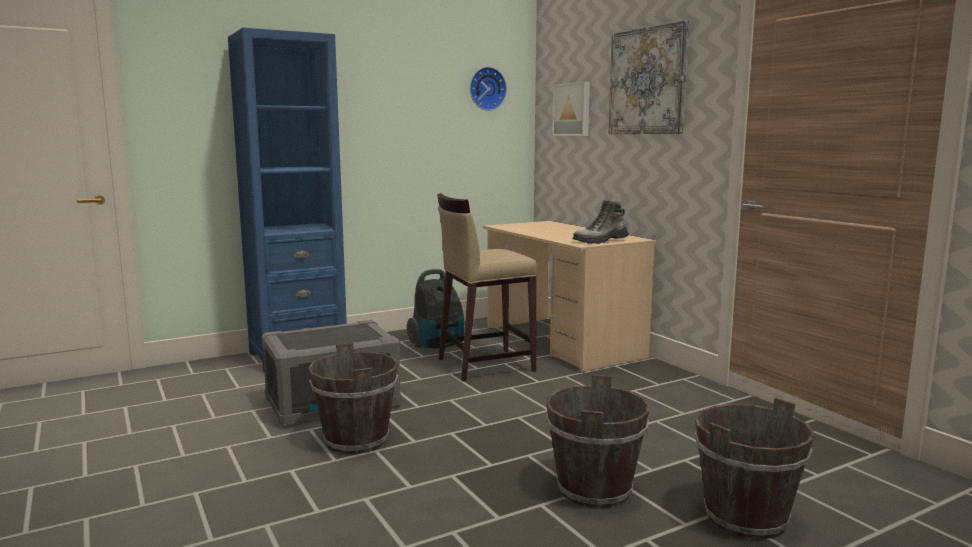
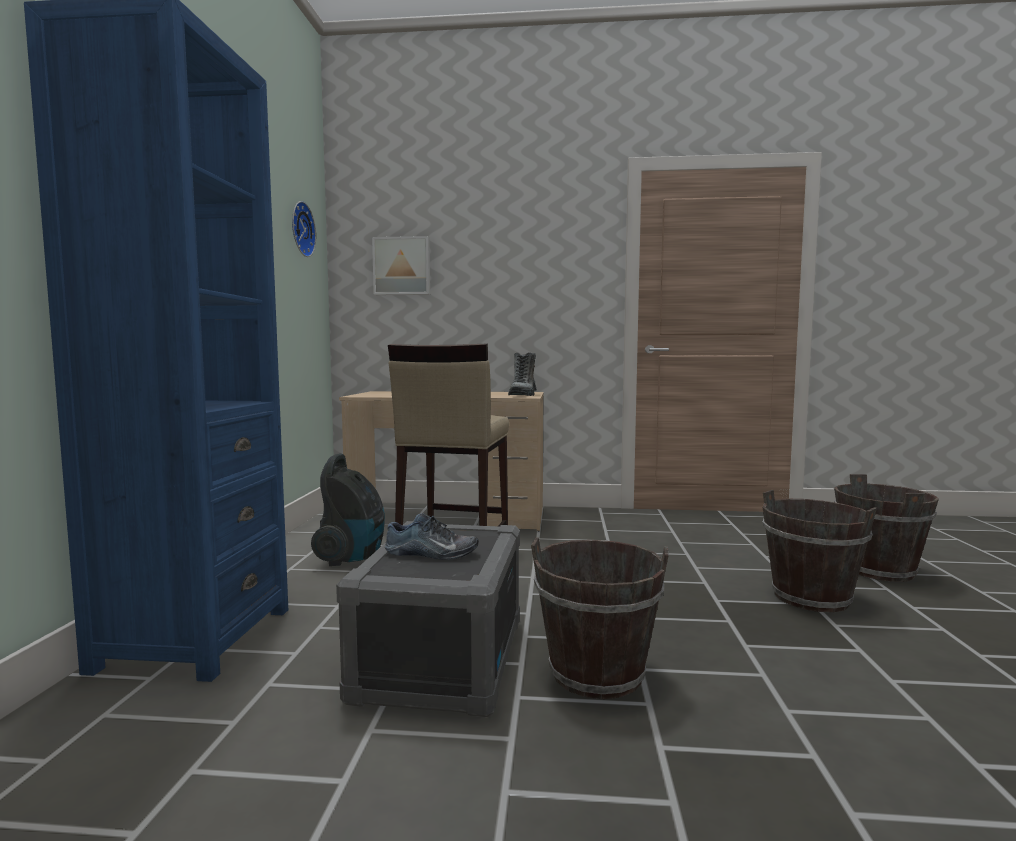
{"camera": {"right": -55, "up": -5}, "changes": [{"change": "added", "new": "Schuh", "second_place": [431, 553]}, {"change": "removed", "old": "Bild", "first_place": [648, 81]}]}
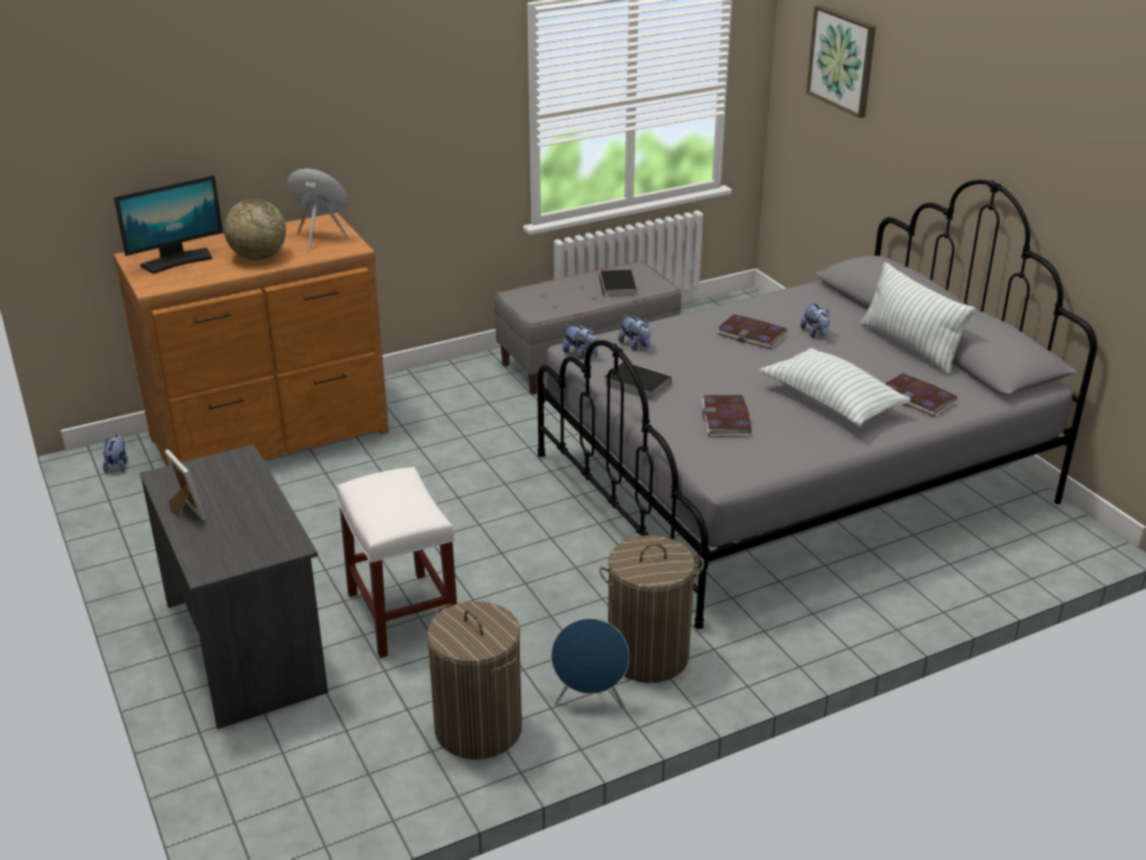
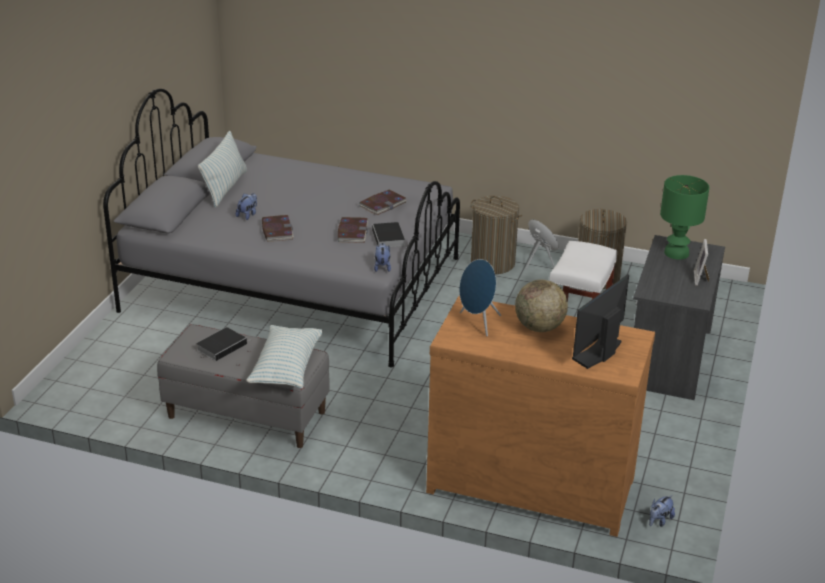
{"camera": {"right": -135, "up": 0}, "changes": [{"change": "moved", "old": "Kissen", "first_place": [831, 402], "second_place": [286, 367]}, {"change": "moved", "old": "Buch", "first_place": [917, 398], "second_place": [352, 232]}, {"change": "turned", "old": "Monitor", "first_place": [177, 261], "second_place": [598, 353], "degrees": -60}, {"change": "added", "new": "Tischlampe/grün", "second_place": [676, 253]}, {"change": "removed", "old": "Plüschtier", "first_place": [635, 346]}, {"change": "removed", "old": "Bild", "first_place": [842, 60]}]}
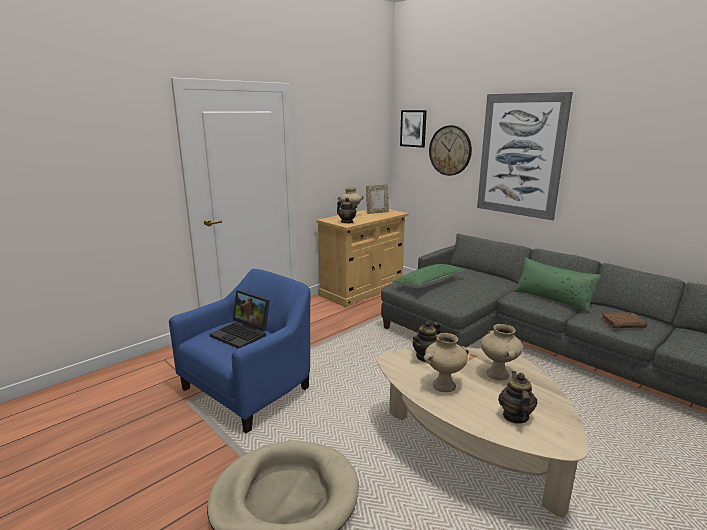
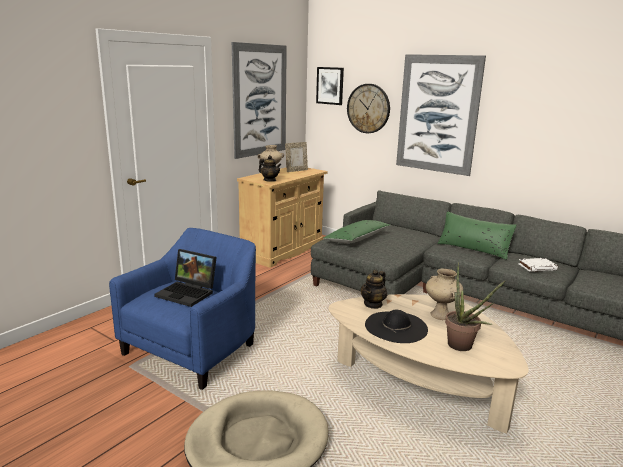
{"camera": {"right": -10, "up": 0}, "changes": [{"change": "added", "new": "Bild", "second_place": [260, 100]}, {"change": "replaced", "old": "Vase/beige", "new": "Hut/schwarz", "first_place": [444, 385], "second_place": [396, 327]}, {"change": "replaced", "old": "Teekanne", "new": "Topfpflanze", "first_place": [515, 416], "second_place": [463, 347]}, {"change": "recoloured", "old": "Buch/braun", "new": "Buch/weiß", "first_place": [622, 323], "second_place": [537, 267]}]}
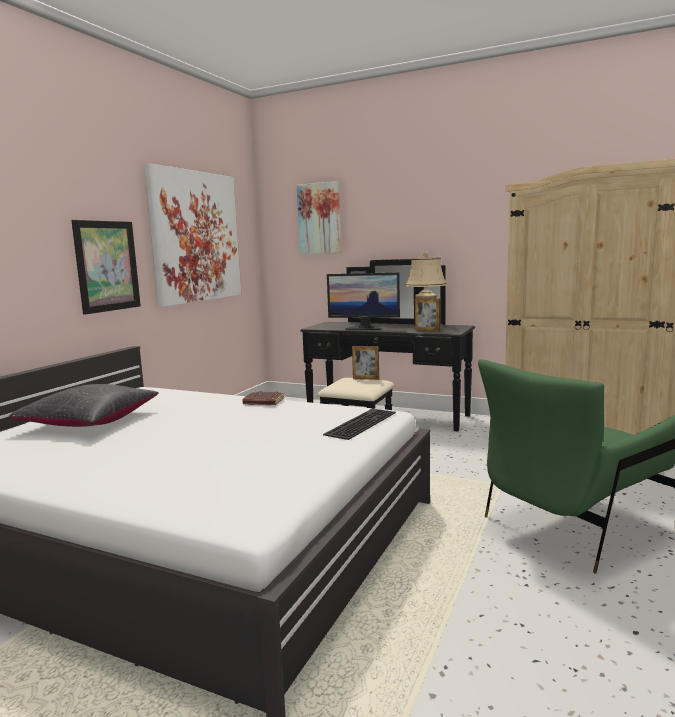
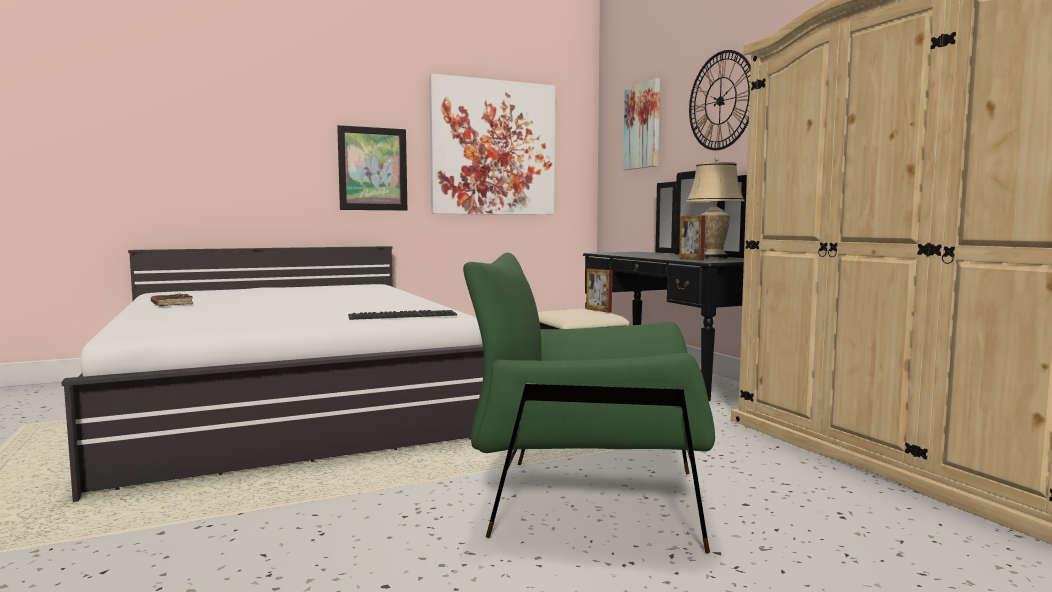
{"camera": {"right": 40, "up": -5}, "changes": [{"change": "moved", "old": "Buch/braun", "first_place": [263, 402], "second_place": [171, 304]}, {"change": "added", "new": "Wanduhr", "second_place": [720, 101]}, {"change": "removed", "old": "Kissen/schwarz", "first_place": [90, 421]}, {"change": "removed", "old": "Monitor", "first_place": [364, 328]}]}
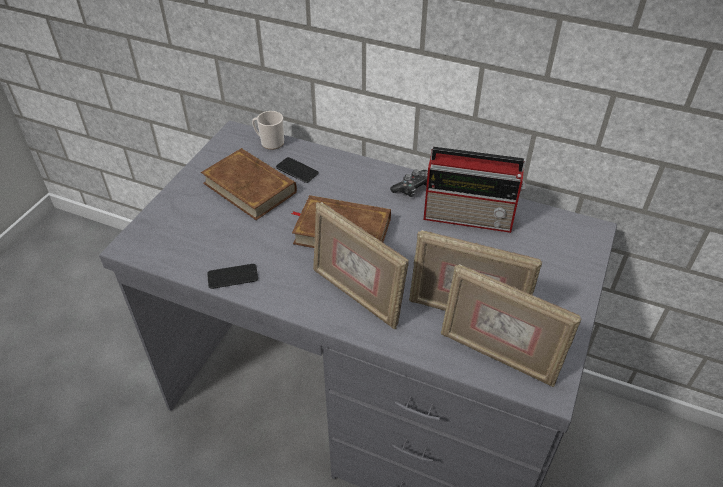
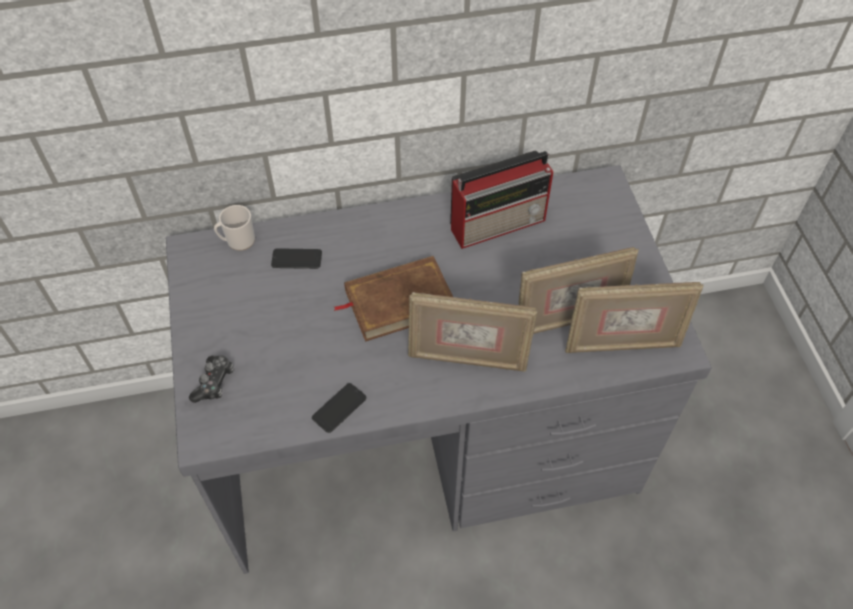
{"camera": {"right": -35, "up": 10}, "changes": [{"change": "moved", "old": "Gamepad", "first_place": [413, 188], "second_place": [214, 382]}, {"change": "removed", "old": "Buch/braun", "first_place": [250, 187]}]}
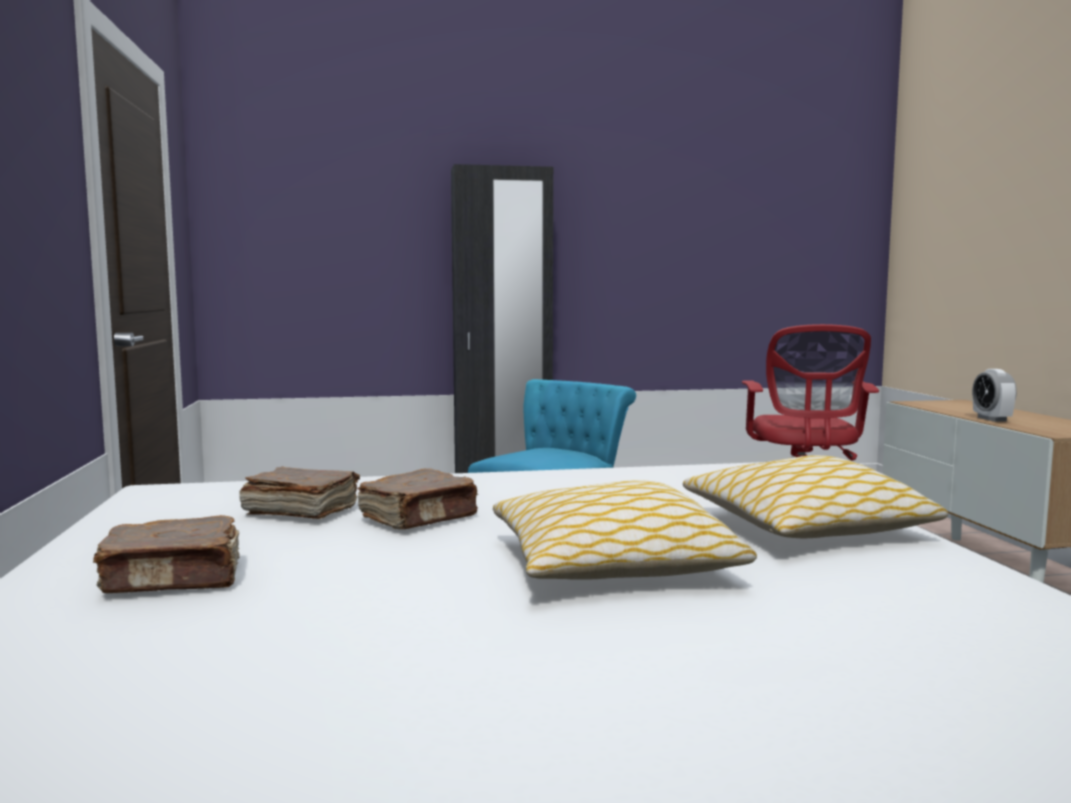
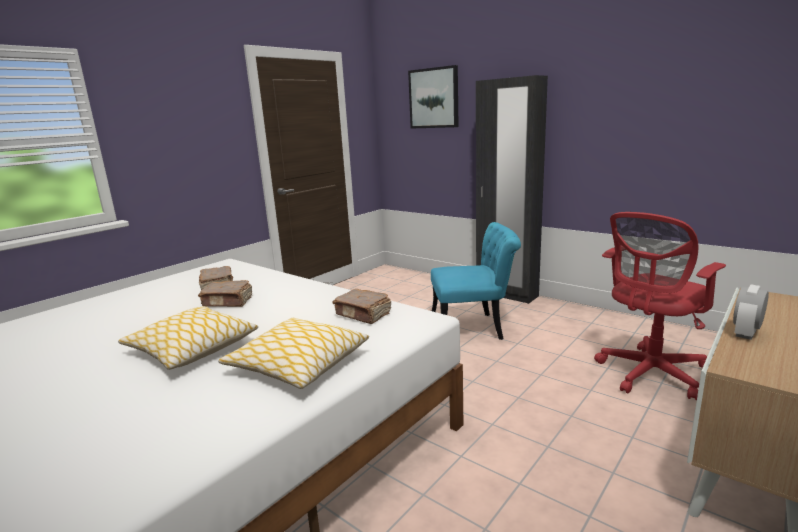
{"camera": {"right": 50, "up": 10}, "changes": [{"change": "moved", "old": "Buch/braun", "first_place": [175, 580], "second_place": [363, 315]}, {"change": "added", "new": "Bild", "second_place": [434, 98]}]}
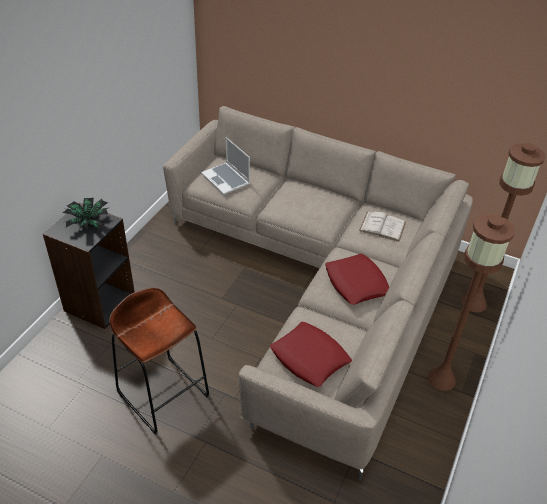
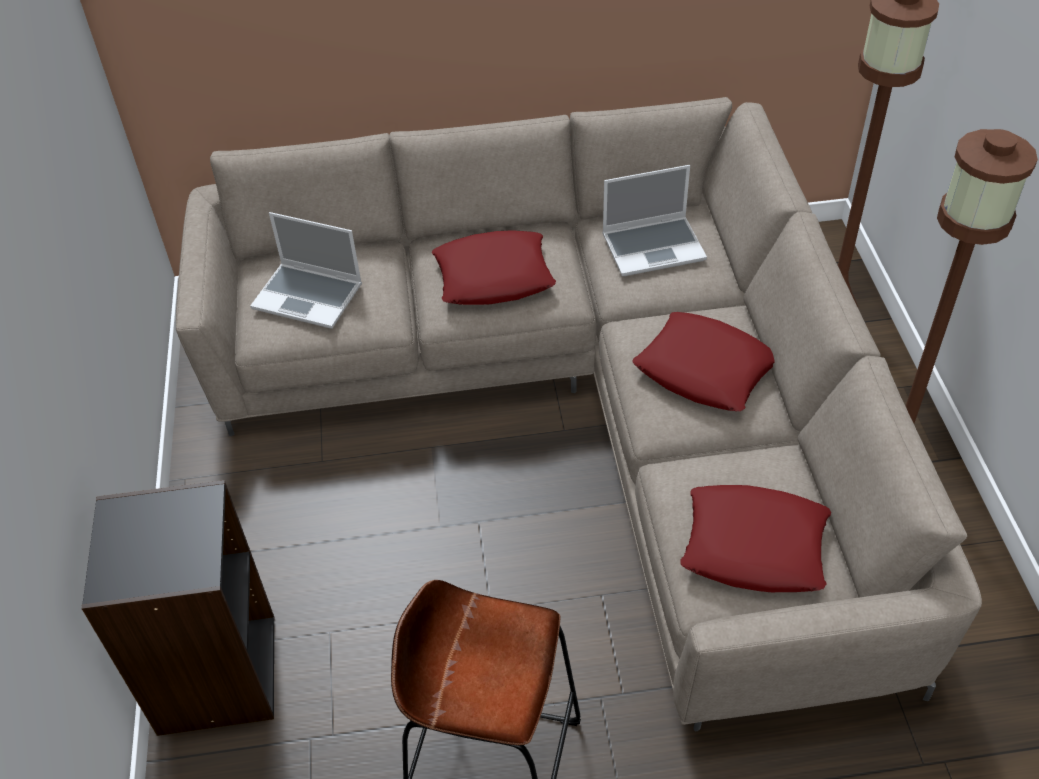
{"camera": {"right": -30, "up": 5}, "changes": [{"change": "added", "new": "Kissen/rot", "second_place": [494, 276]}, {"change": "replaced", "old": "Buch/weiß", "new": "Laptop", "first_place": [382, 226], "second_place": [654, 247]}, {"change": "removed", "old": "Topfpflanze", "first_place": [88, 223]}]}
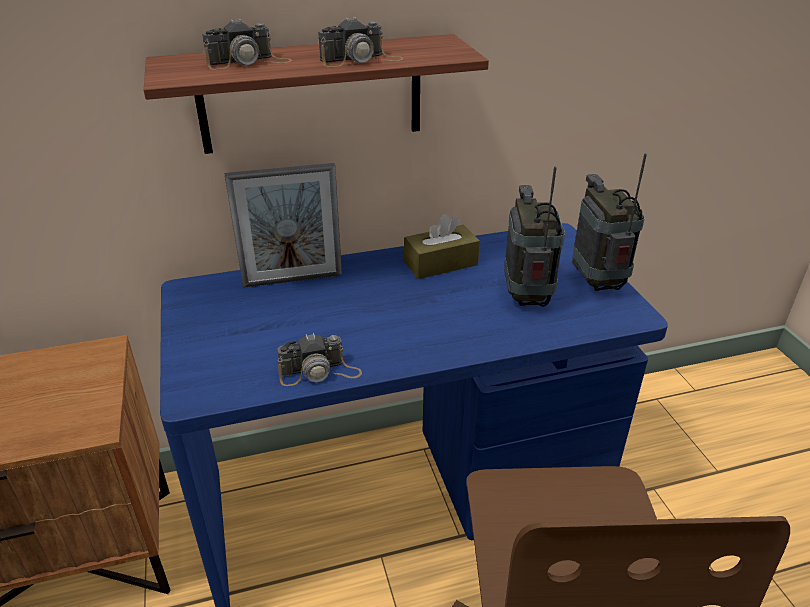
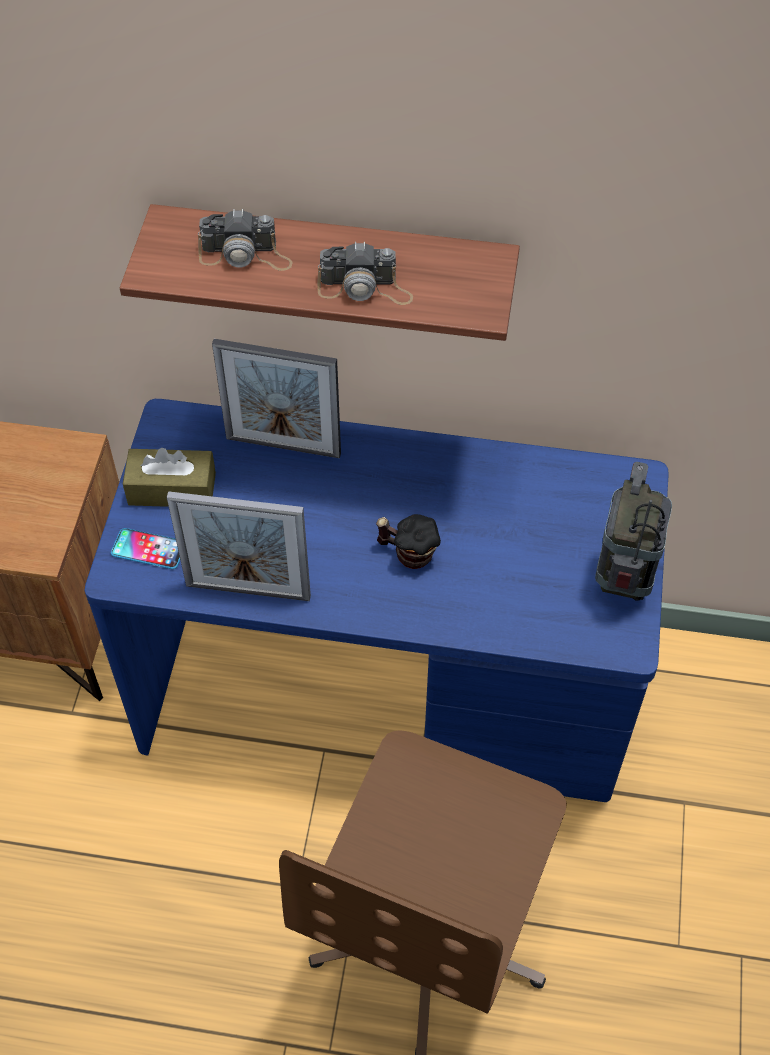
{"camera": {"right": 25, "up": 20}, "changes": [{"change": "added", "new": "Handy", "second_place": [148, 549]}, {"change": "moved", "old": "Taschentuchbox/braun", "first_place": [440, 263], "second_place": [172, 489]}, {"change": "replaced", "old": "Kamera", "new": "Bilderrahmen", "first_place": [319, 372], "second_place": [248, 591]}, {"change": "added", "new": "Henkelbecher", "second_place": [408, 553]}, {"change": "removed", "old": "Radio", "first_place": [527, 297]}]}
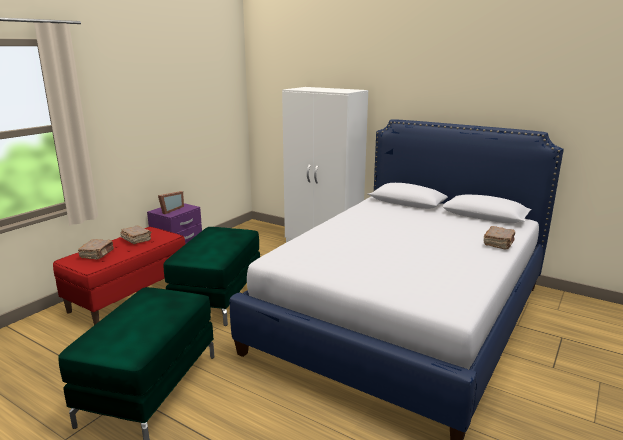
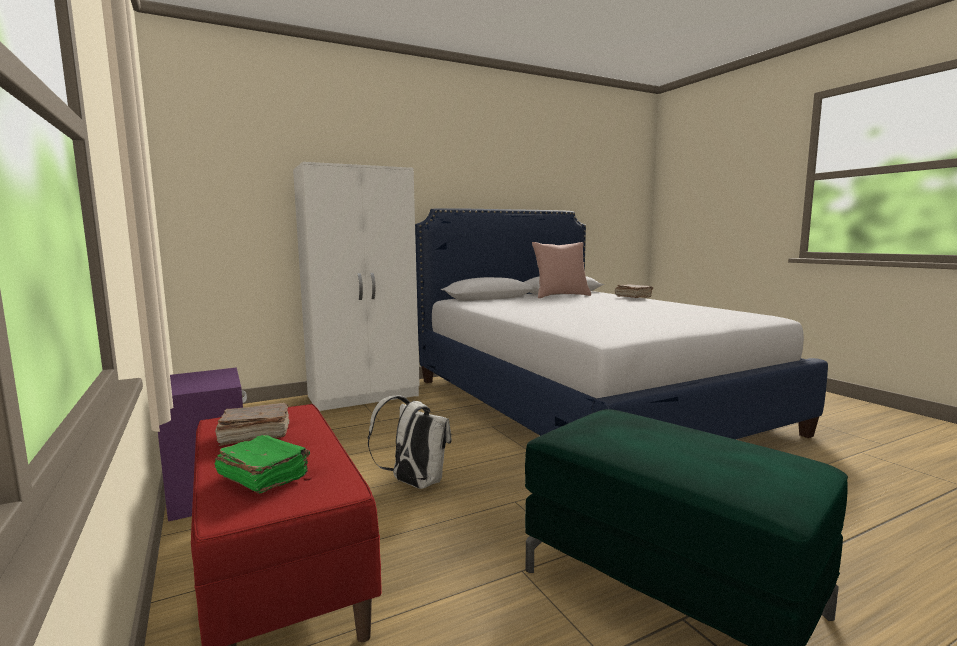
{"camera": {"right": -60, "up": -10}, "changes": [{"change": "recoloured", "old": "Buch/braun", "new": "Buch/grün", "first_place": [97, 254], "second_place": [263, 477]}, {"change": "replaced", "old": "Polsterhocker/grün", "new": "Rucksack/weiß", "first_place": [218, 296], "second_place": [414, 483]}, {"change": "added", "new": "Kissen/rosa", "second_place": [561, 296]}, {"change": "removed", "old": "Bilderrahmen", "first_place": [170, 210]}]}
